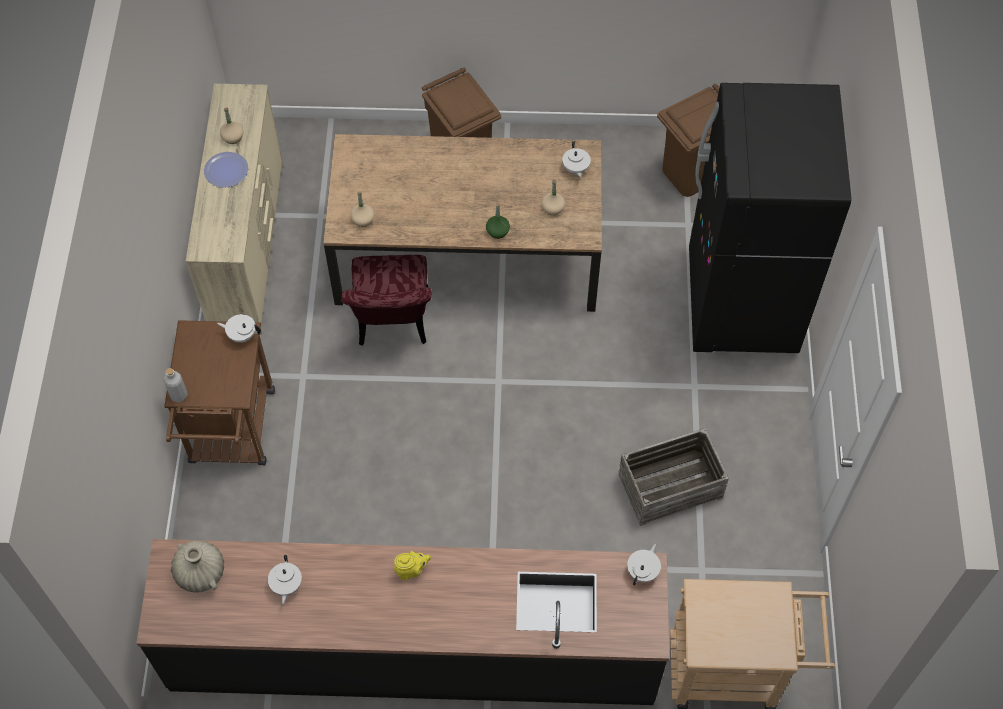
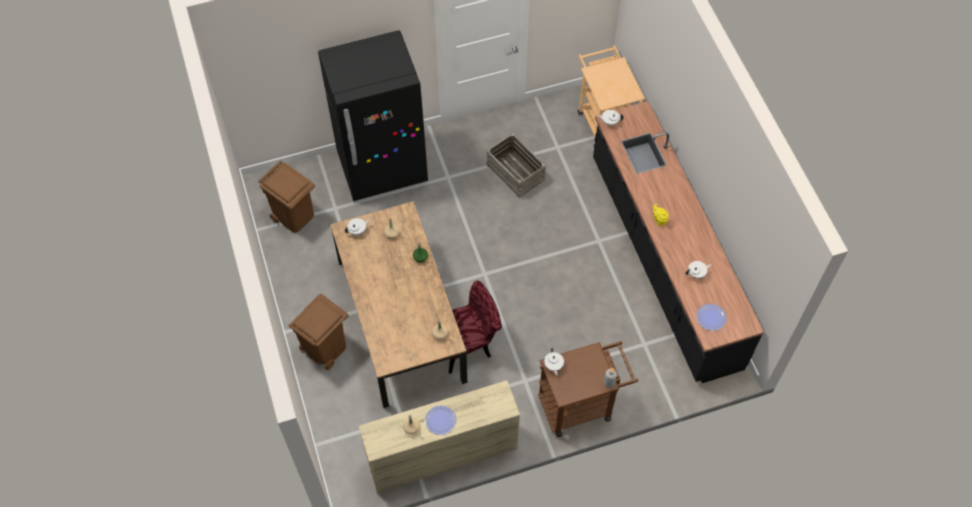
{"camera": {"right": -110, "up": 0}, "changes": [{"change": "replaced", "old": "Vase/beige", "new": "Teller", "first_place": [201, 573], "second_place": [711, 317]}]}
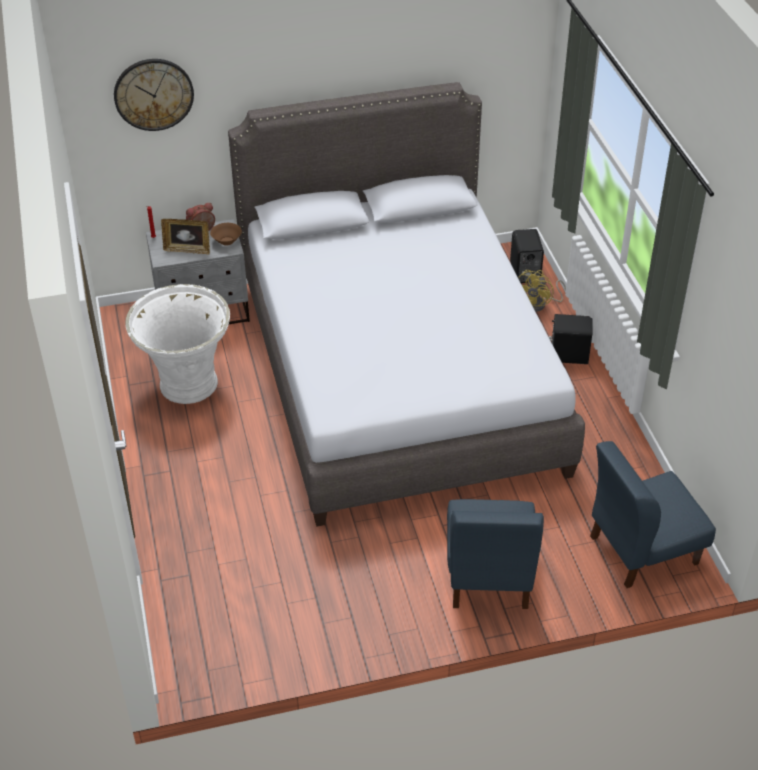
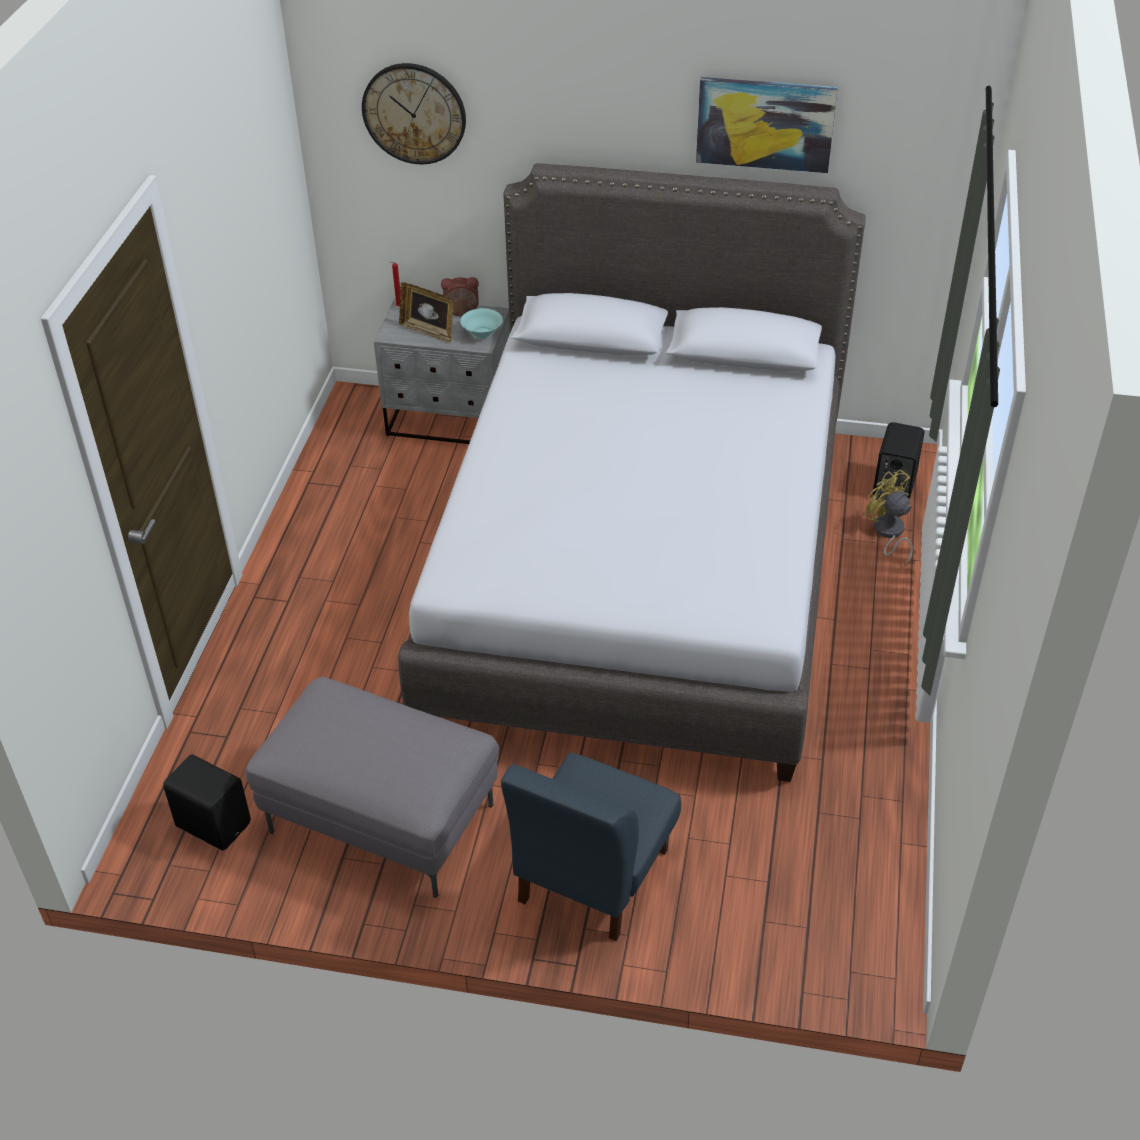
{"camera": {"right": 25, "up": 0}, "changes": [{"change": "moved", "old": "Lautsprecher/schwarz", "first_place": [568, 355], "second_place": [214, 823]}, {"change": "added", "new": "Polsterhocker/grau", "second_place": [380, 820]}, {"change": "recoloured", "old": "Schüssel/braun", "new": "Schüssel/türkis", "first_place": [227, 241], "second_place": [482, 333]}, {"change": "added", "new": "Bild", "second_place": [765, 124]}, {"change": "turned", "old": "Ventilator/gelb", "first_place": [539, 304], "second_place": [888, 533], "degrees": 90}, {"change": "removed", "old": "Pflanzkübel/weiß", "first_place": [187, 385]}, {"change": "removed", "old": "Stuhl/blau", "first_place": [642, 549]}]}
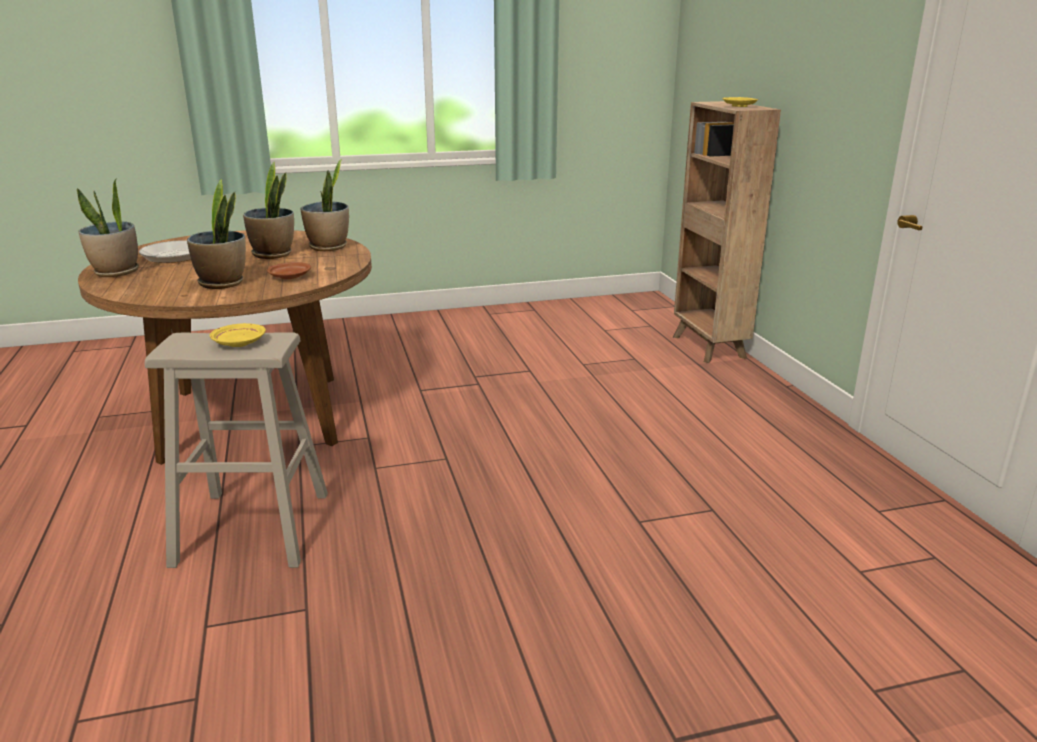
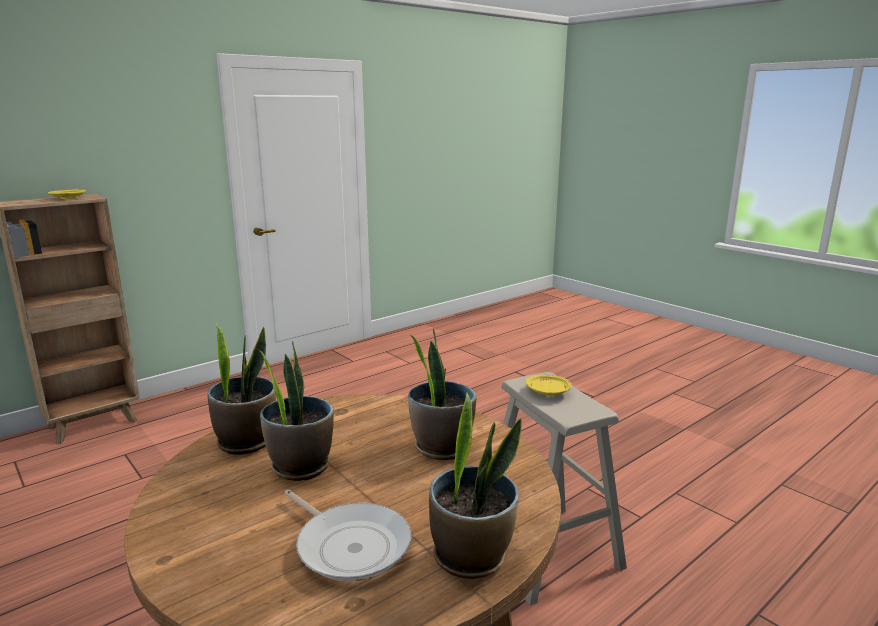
{"camera": {"right": -115, "up": -5}, "changes": [{"change": "removed", "old": "Teller/braun", "first_place": [290, 277]}]}
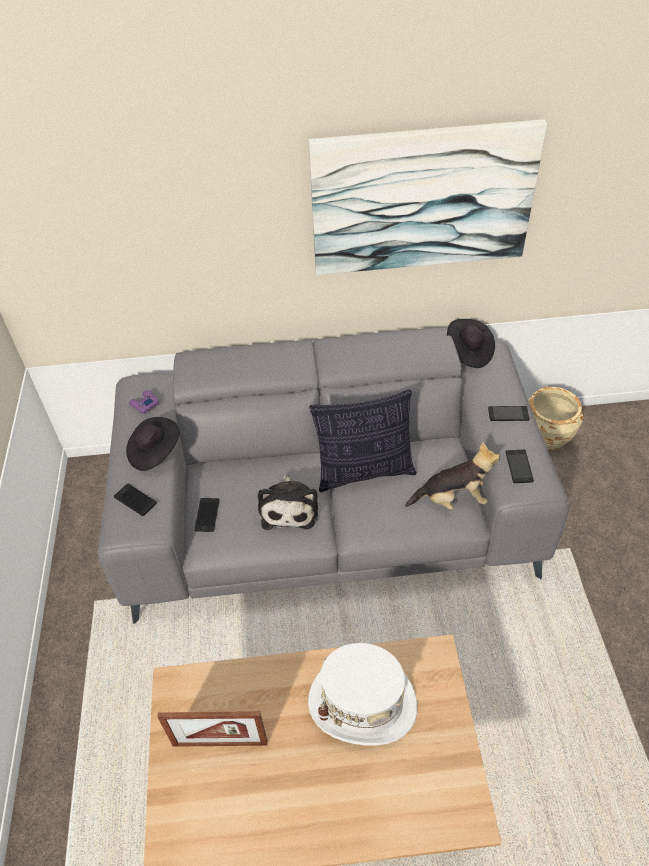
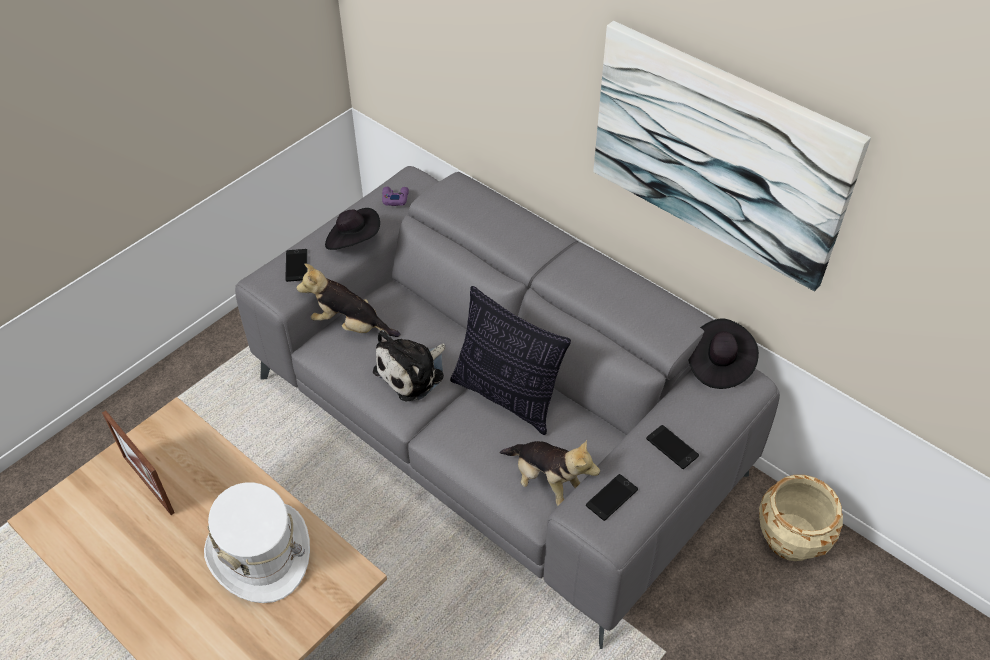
{"camera": {"right": 45, "up": 0}, "changes": [{"change": "replaced", "old": "Handy", "new": "Plüschtier", "first_place": [207, 515], "second_place": [350, 326]}]}
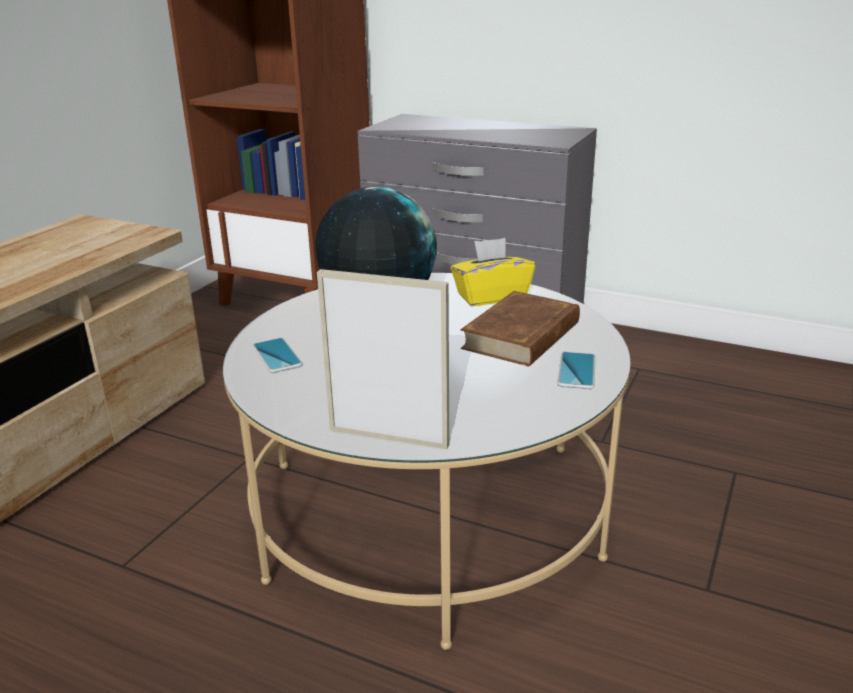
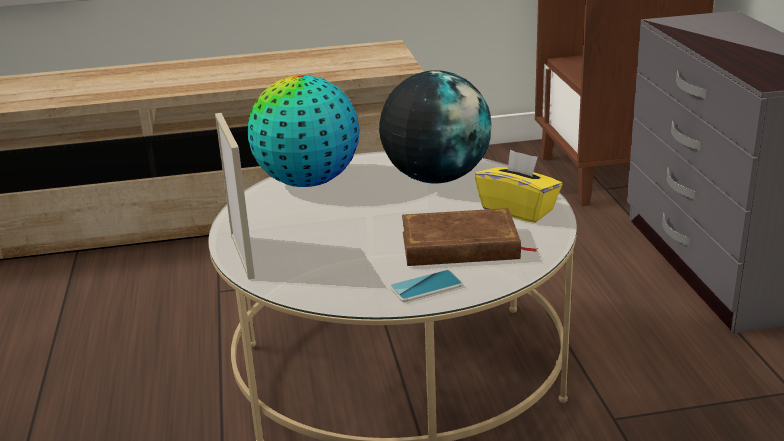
{"camera": {"right": 55, "up": 0}, "changes": [{"change": "replaced", "old": "Handy", "new": "Globus", "first_place": [276, 356], "second_place": [307, 182]}]}
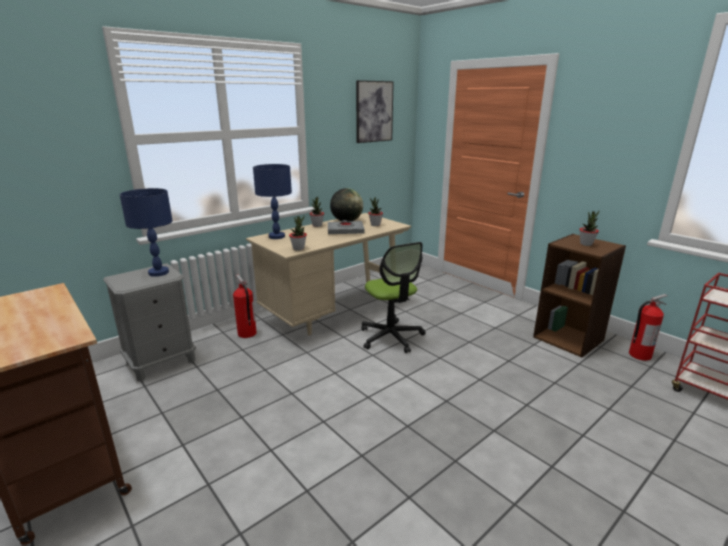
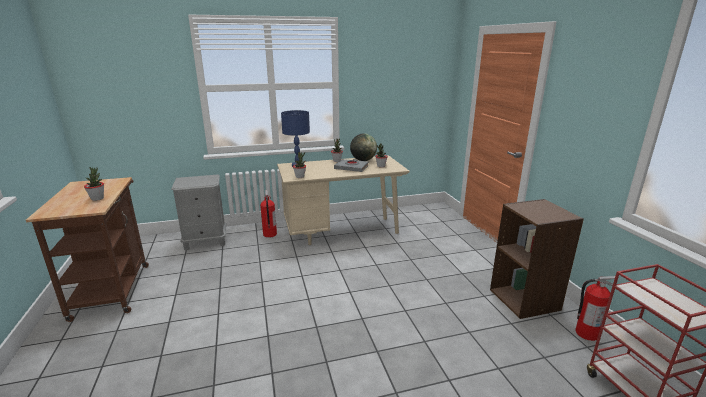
{"camera": {"right": 25, "up": 0}, "changes": [{"change": "moved", "old": "Topfpflanze", "first_place": [586, 244], "second_place": [97, 198]}, {"change": "removed", "old": "Tischlampe/blau", "first_place": [158, 273]}, {"change": "removed", "old": "Bild", "first_place": [374, 111]}, {"change": "removed", "old": "Bürostuhl", "first_place": [391, 337]}]}
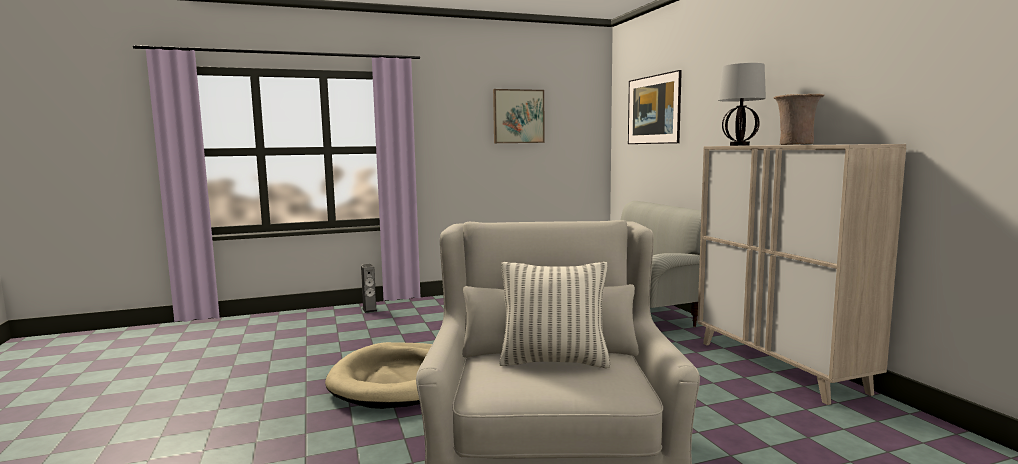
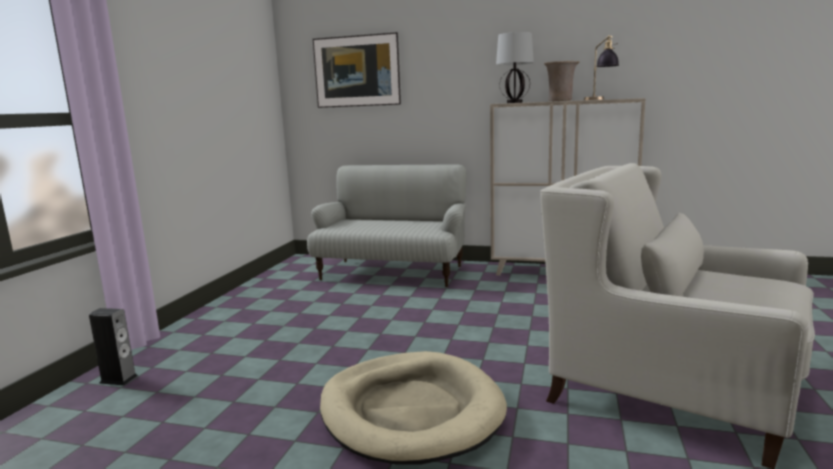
{"camera": {"right": -55, "up": 5}, "changes": [{"change": "added", "new": "Tischlampe", "second_place": [600, 99]}, {"change": "removed", "old": "Bild", "first_place": [518, 116]}, {"change": "removed", "old": "Kissen", "first_place": [554, 361]}]}
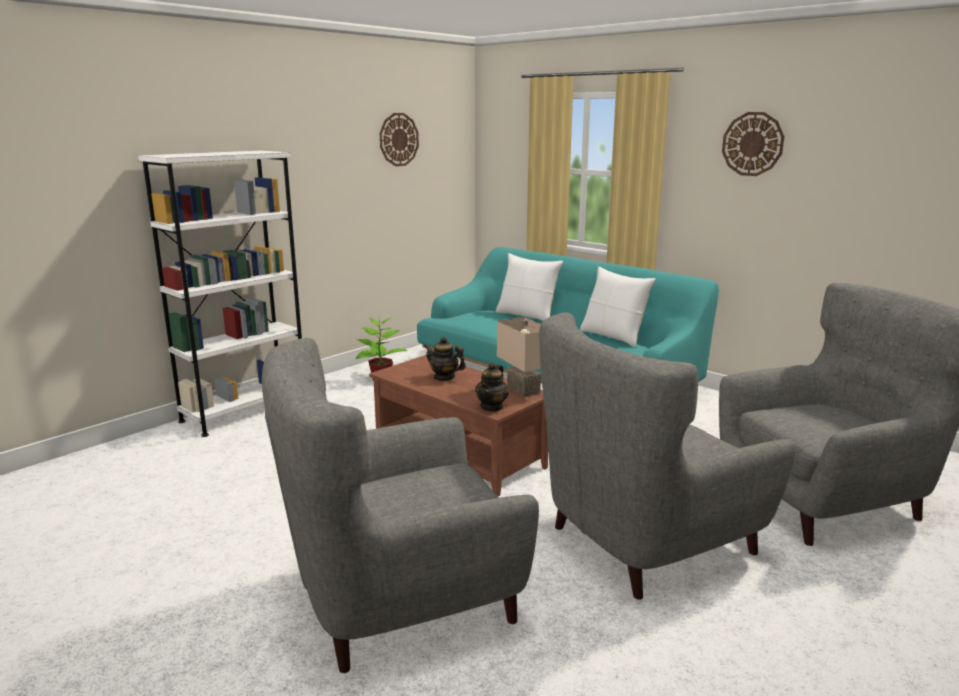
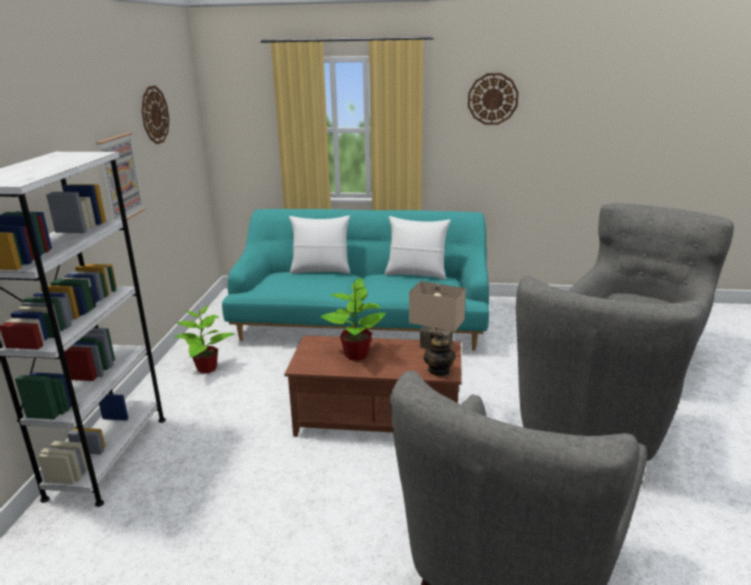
{"camera": {"right": -35, "up": 5}, "changes": [{"change": "added", "new": "Bild", "second_place": [120, 178]}, {"change": "replaced", "old": "Teekanne", "new": "Topfpflanze", "first_place": [444, 377], "second_place": [356, 354]}]}
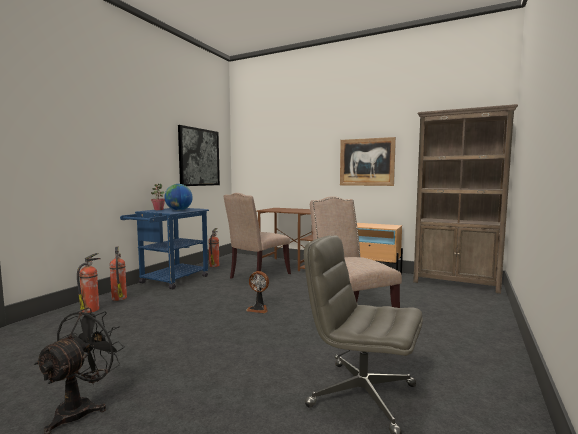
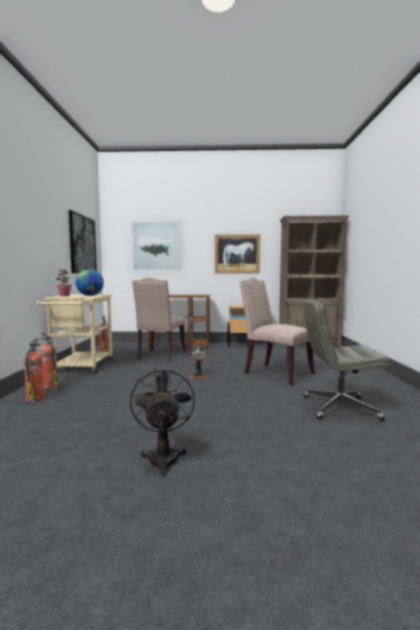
{"camera": {"right": -25, "up": 0}, "changes": [{"change": "recoloured", "old": "Rollwagen/blau", "new": "Rollwagen/beige", "first_place": [170, 281], "second_place": [81, 368]}, {"change": "added", "new": "Bild", "second_place": [156, 246]}]}
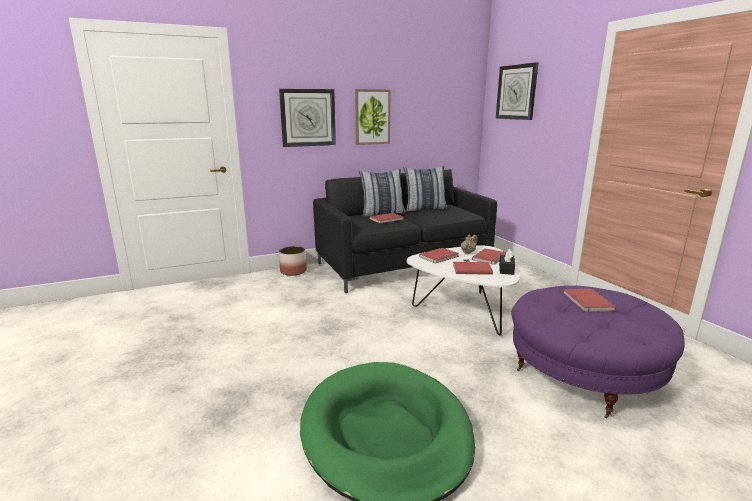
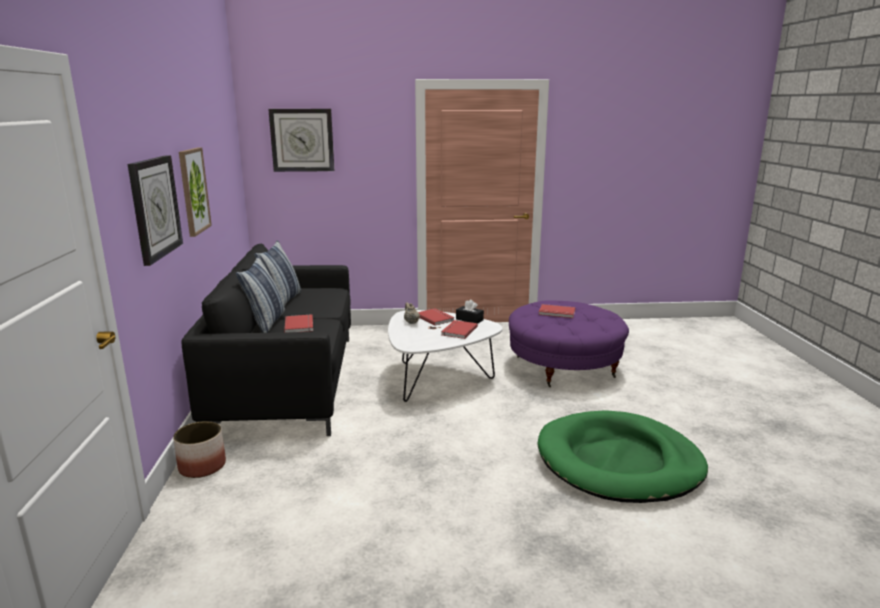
{"camera": {"right": -70, "up": 0}, "changes": [{"change": "removed", "old": "Buch/rot", "first_place": [440, 257]}]}
